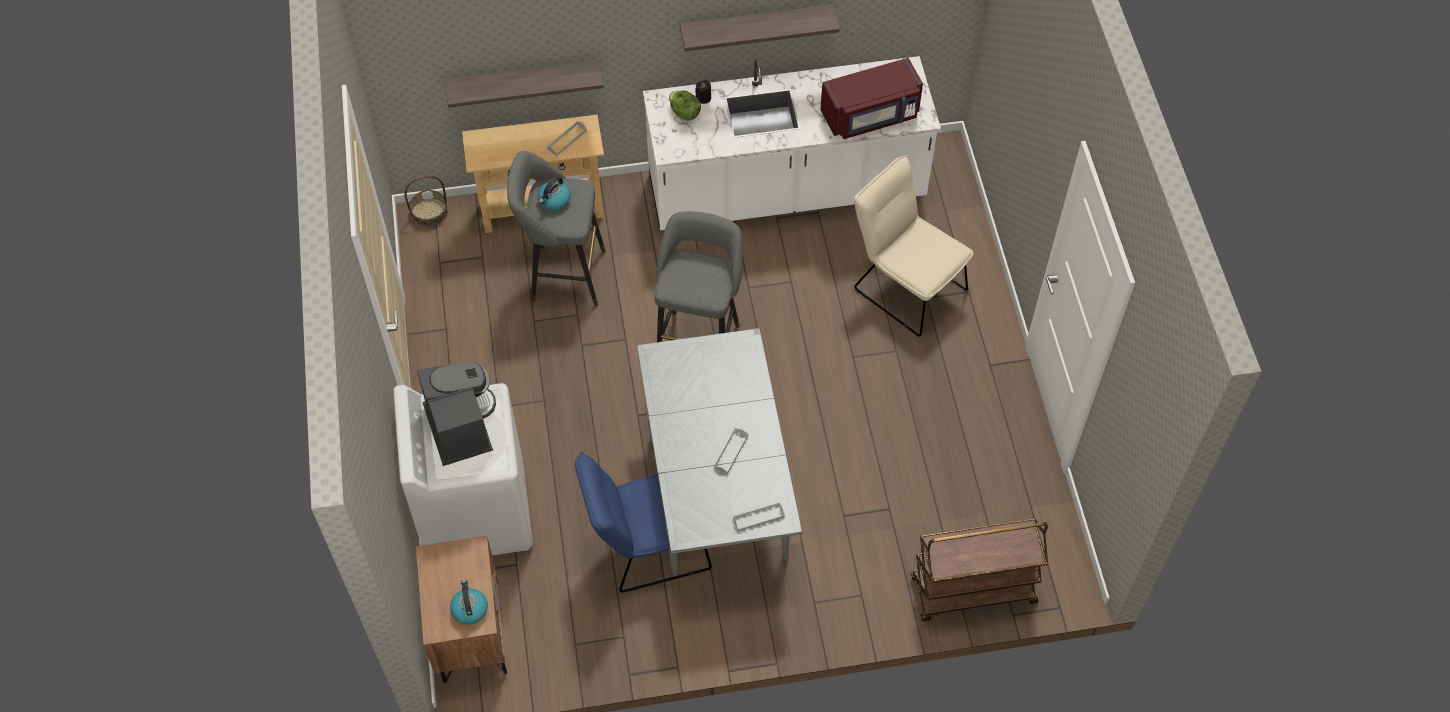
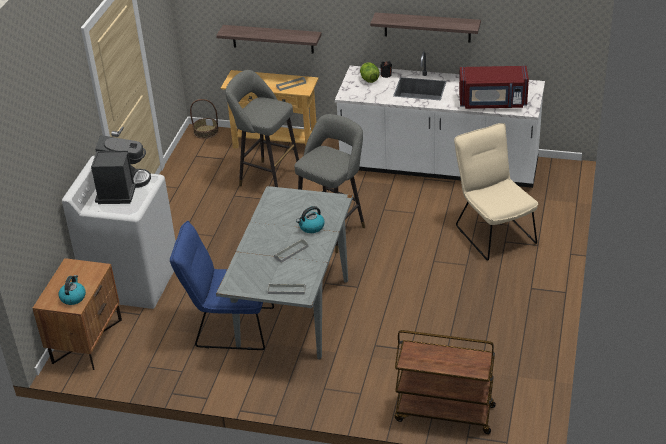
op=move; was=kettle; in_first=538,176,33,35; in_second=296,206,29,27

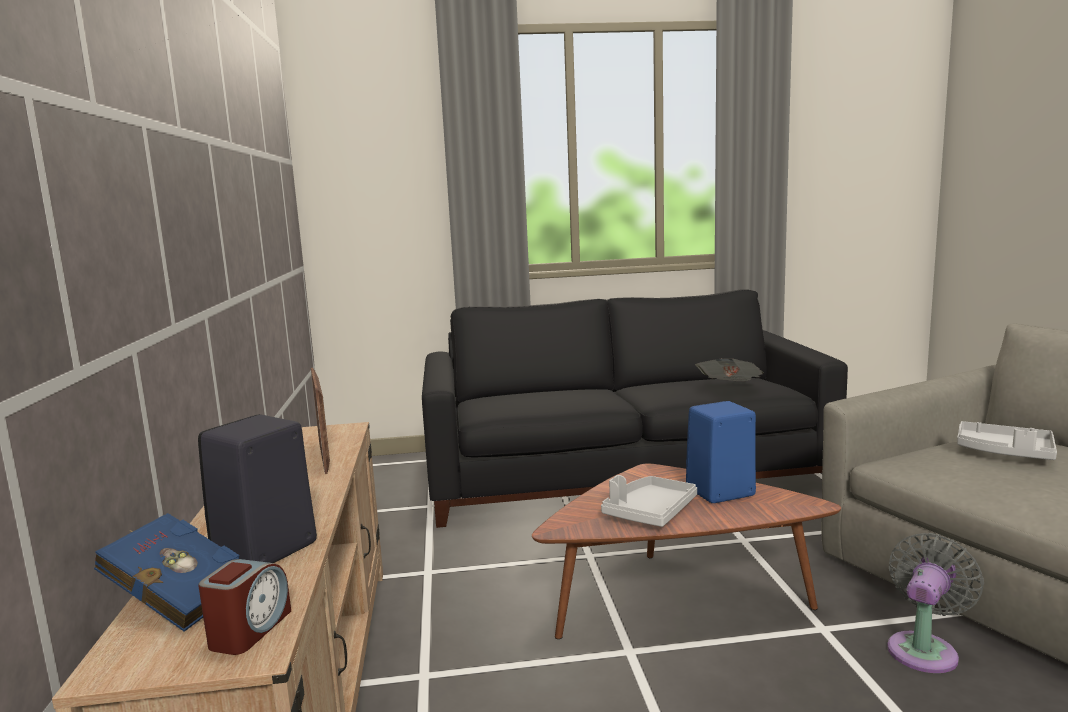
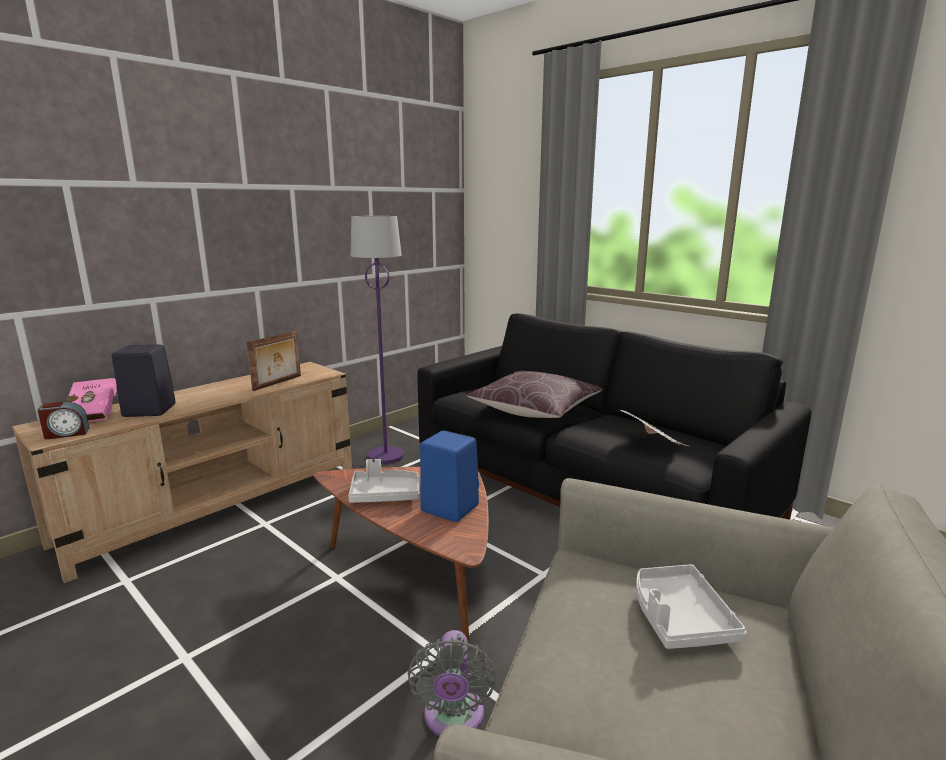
op=recolor; was=blue book; now=pink book; in_first=94,513,145,119; in_second=66,378,51,44
op=insert; now=purple floor lamp; in_second=351,216,53,248
op=rotate; was=grey fan; in_first=887,533,97,140; in_second=408,630,88,106; clockwise=90
op=insert; now=brown pillow; in_second=467,371,135,47

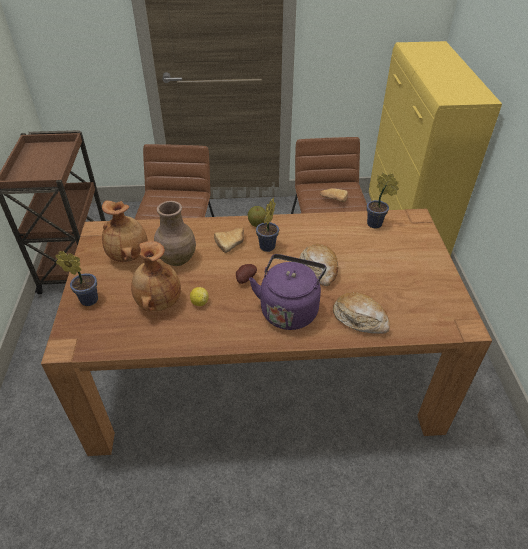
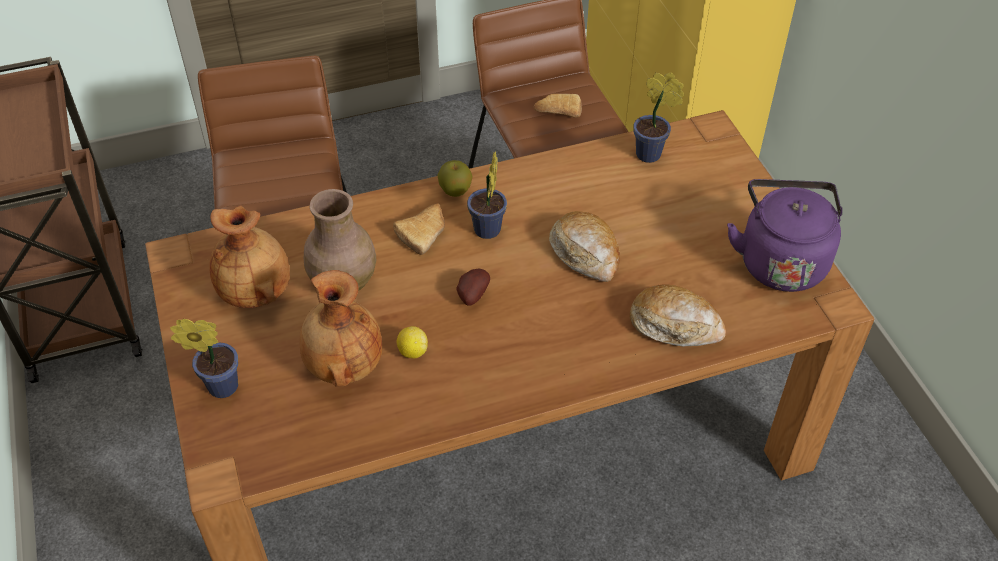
op=move; was=purple kettle; in_first=249,254,77,76; in_second=727,179,115,113

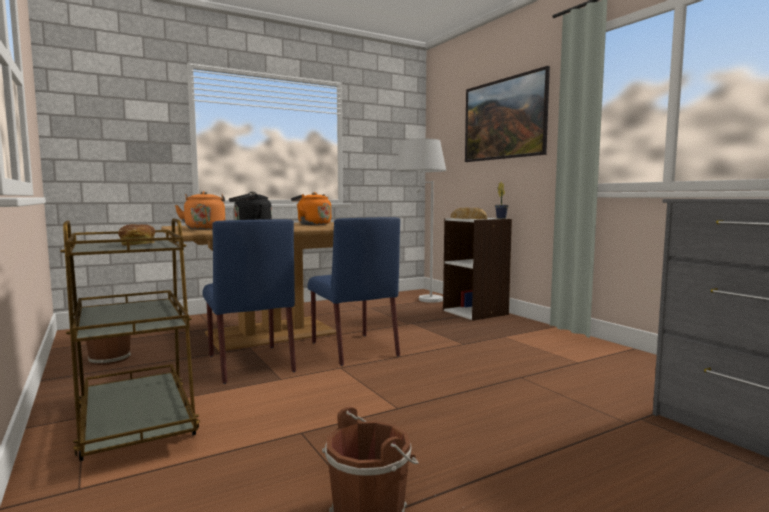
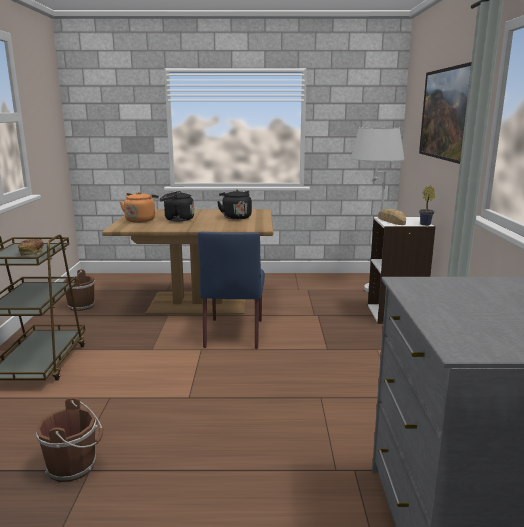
op=recolor; was=orange kettle; now=black kettle; in_first=291,192,40,33; in_second=217,190,35,30
op=delete; was=blue chair; in_first=202,219,94,165

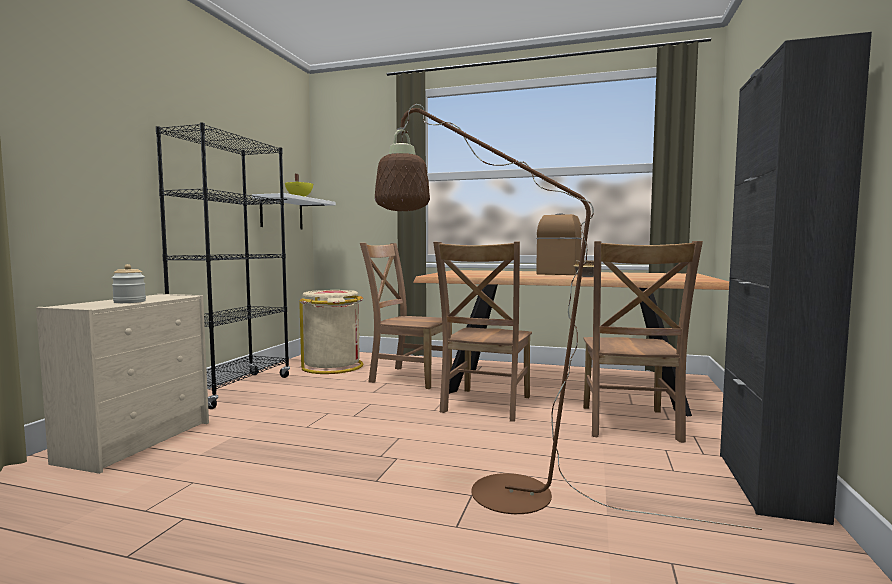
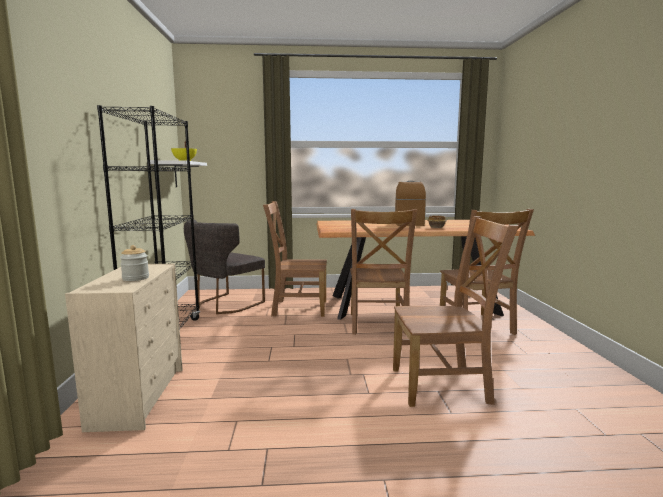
op=replace; was=beige trash can; now=grey chair; in_first=300,290,63,84; in_second=184,220,81,94
op=replace; was=brown floor lamp; now=brown chair; in_first=375,104,387,426; in_second=393,216,125,191
op=delete; was=black cabinet; in_first=720,32,152,493

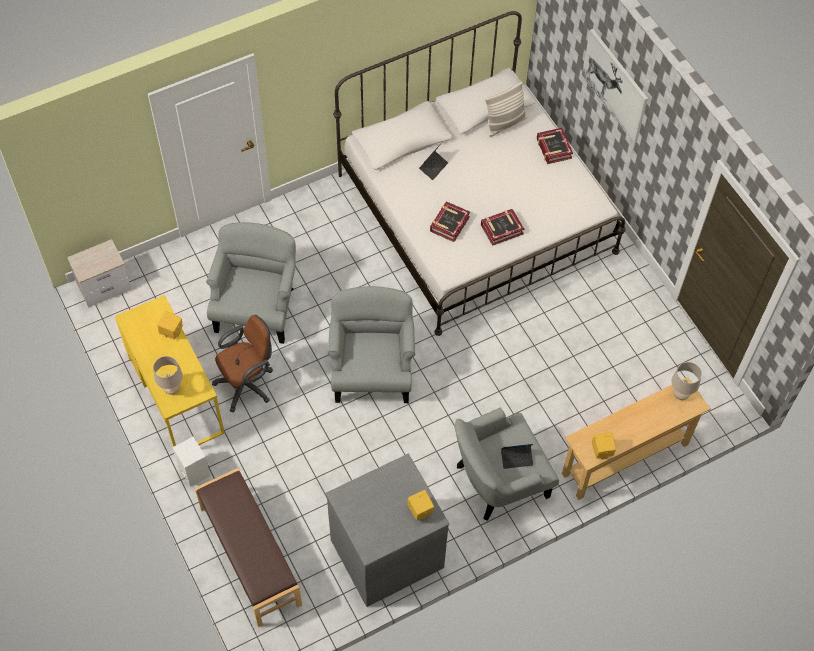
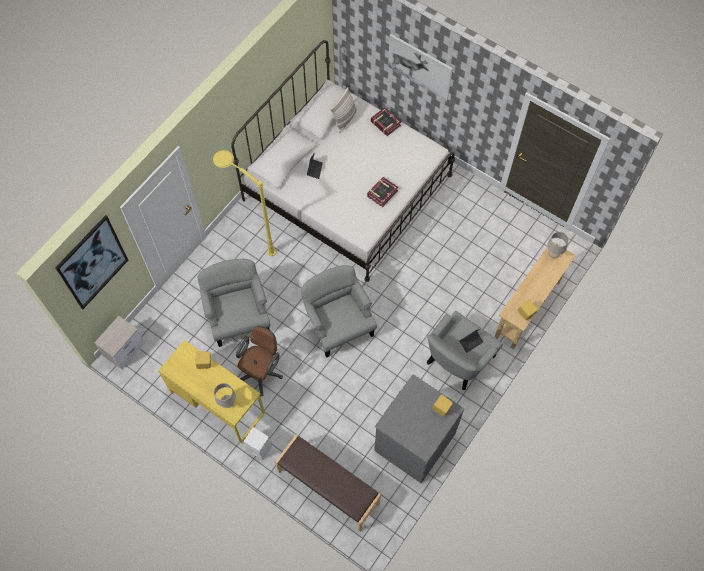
op=insert; now=picture; in_second=55,215,73,94
op=insert; now=yellow floor lamp; in_second=213,150,63,106
op=delete; was=book; in_first=430,201,40,41

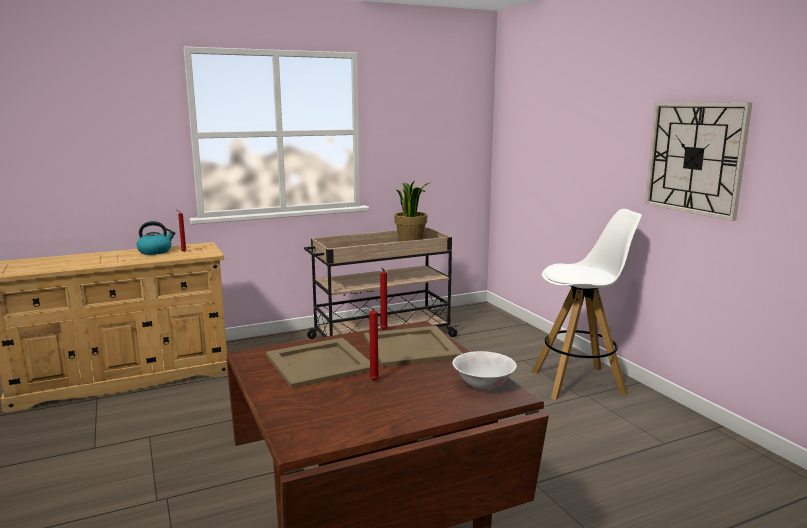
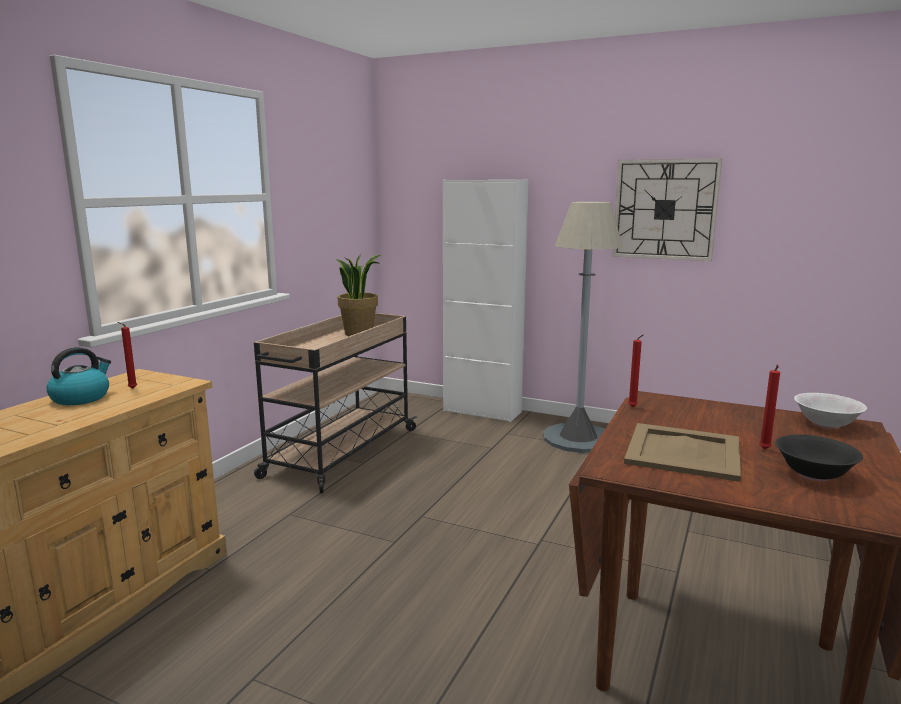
op=insert; now=white cabinet; in_second=443,180,86,242
op=replace; was=white stool; now=grey floor lamp; in_first=531,209,111,191; in_second=543,202,80,251
op=insert; now=black bowl; in_second=775,434,88,47
op=delete; was=beige tray; in_first=364,326,99,41

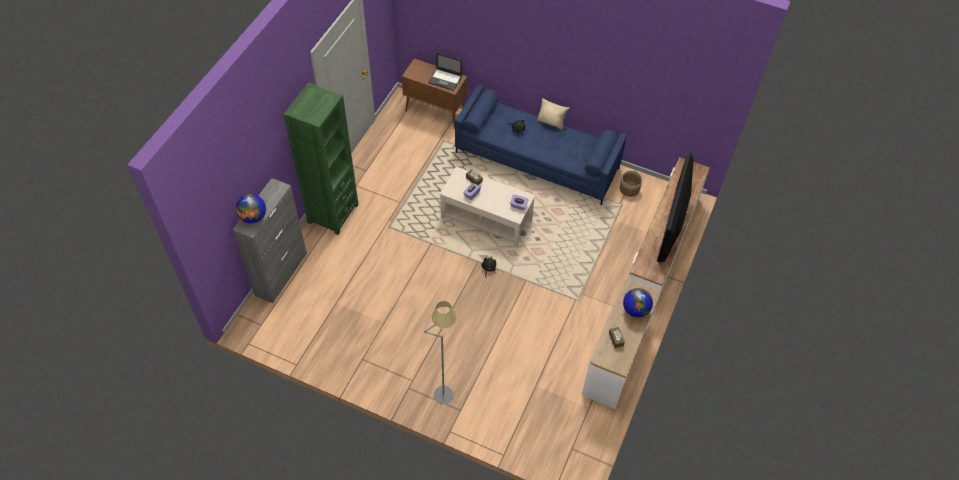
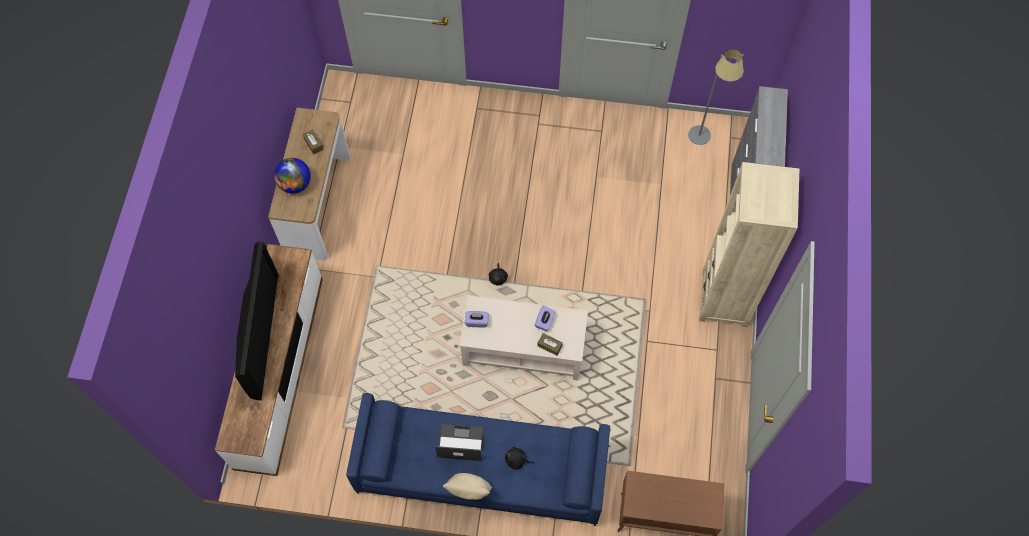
op=move; was=laptop; in_first=428,52,34,39; in_second=435,423,49,38
op=move; was=grey floor lamp; in_first=424,301,32,103; in_second=688,49,56,96
op=recolor; was=green bookcase; now=beige bookcase; in_first=283,83,76,152; in_second=699,162,100,165
op=delete; was=globe; in_first=236,194,30,29
op=delete; was=planter; in_first=620,171,22,26

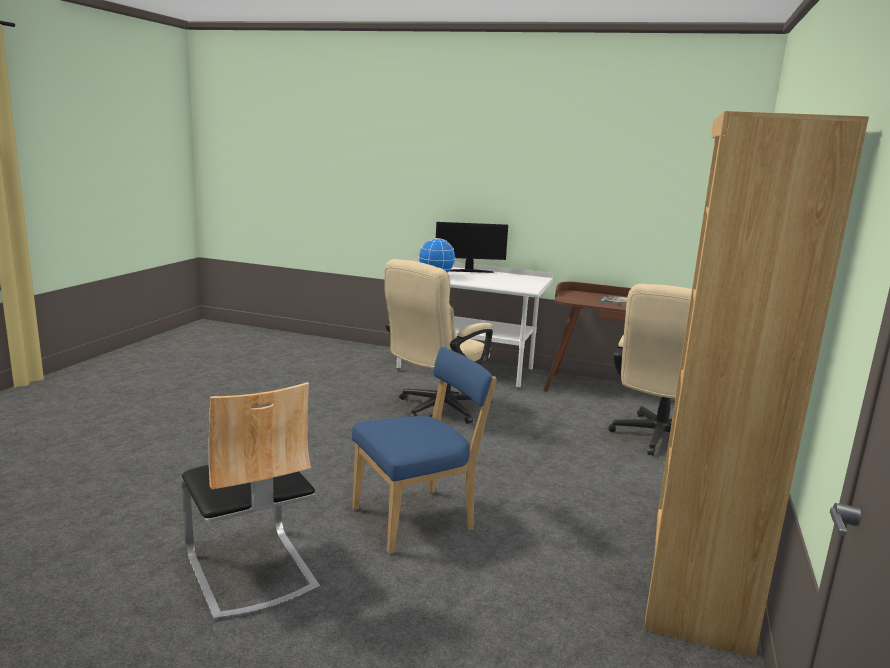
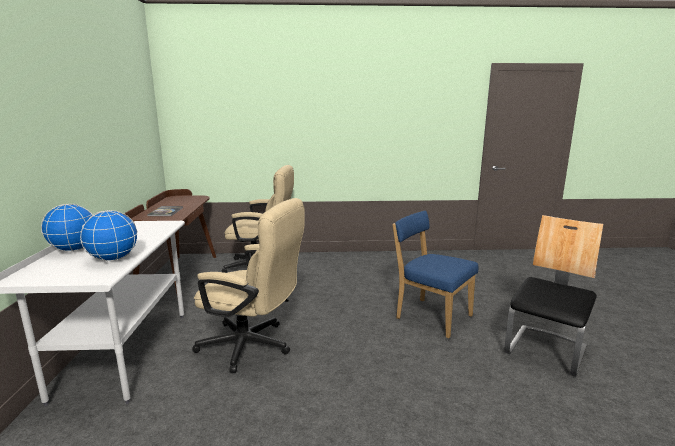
op=replace; was=monitor; now=globe; in_first=436,222,72,51; in_second=41,204,52,47
op=delete; was=brown bookcase; in_first=644,111,225,547

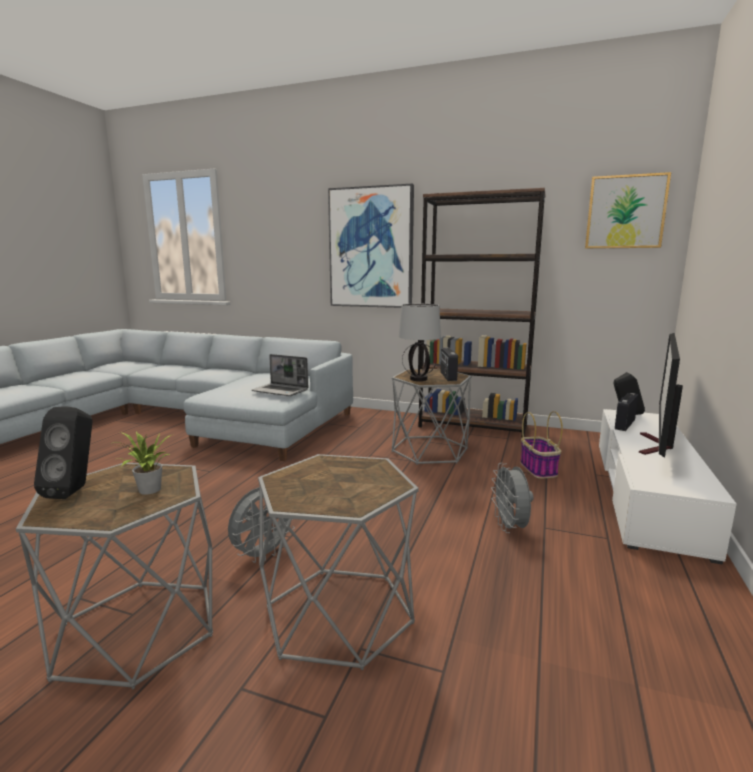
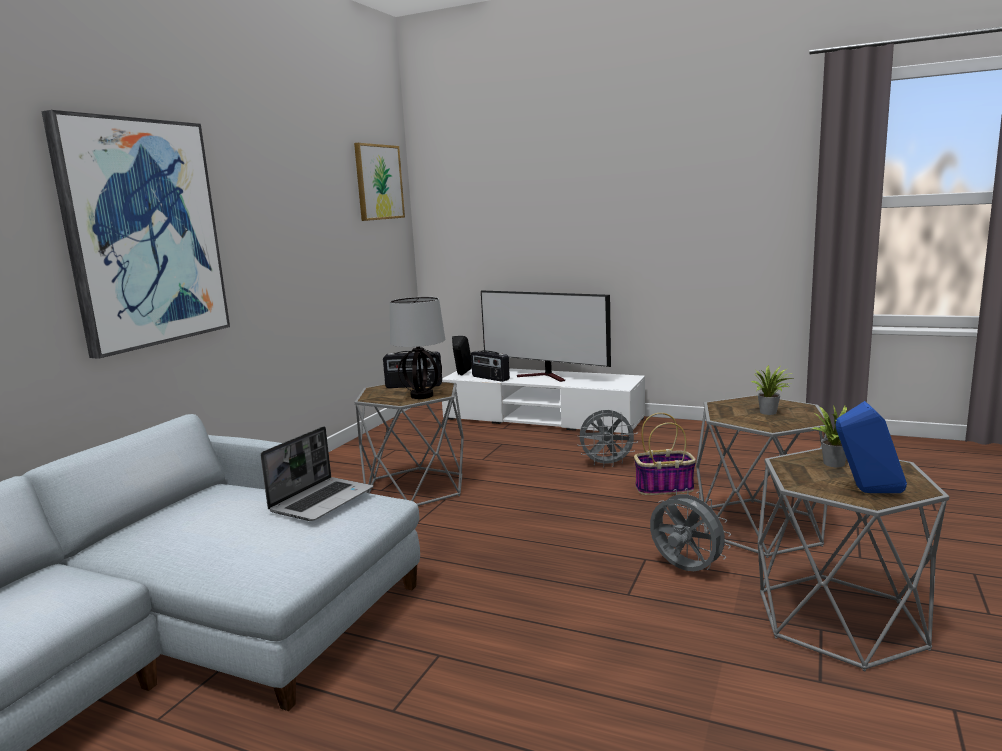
op=move; was=basket; in_first=520,411,43,68; in_second=634,413,62,82
op=insert; now=potted plant; in_second=751,365,43,50
op=recolor; was=black speaker; now=blue speaker; in_first=34,407,58,92; in_second=836,401,71,92
op=delete; was=brown bookcase; in_first=419,188,127,250

